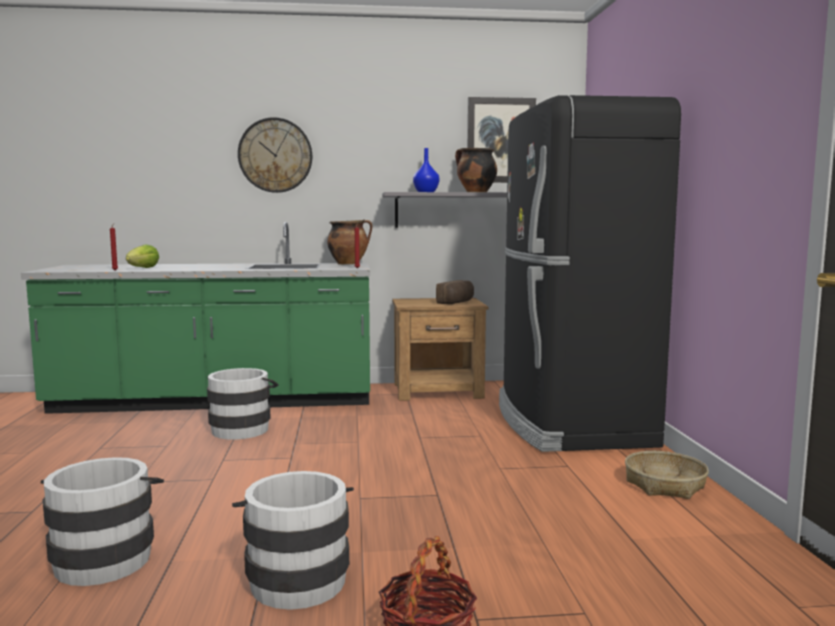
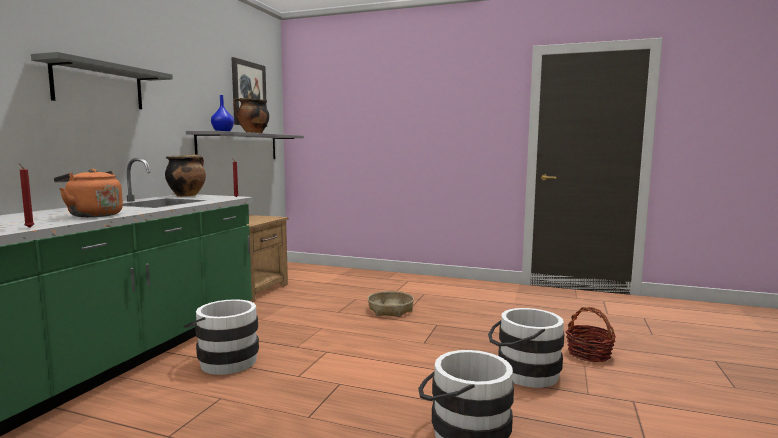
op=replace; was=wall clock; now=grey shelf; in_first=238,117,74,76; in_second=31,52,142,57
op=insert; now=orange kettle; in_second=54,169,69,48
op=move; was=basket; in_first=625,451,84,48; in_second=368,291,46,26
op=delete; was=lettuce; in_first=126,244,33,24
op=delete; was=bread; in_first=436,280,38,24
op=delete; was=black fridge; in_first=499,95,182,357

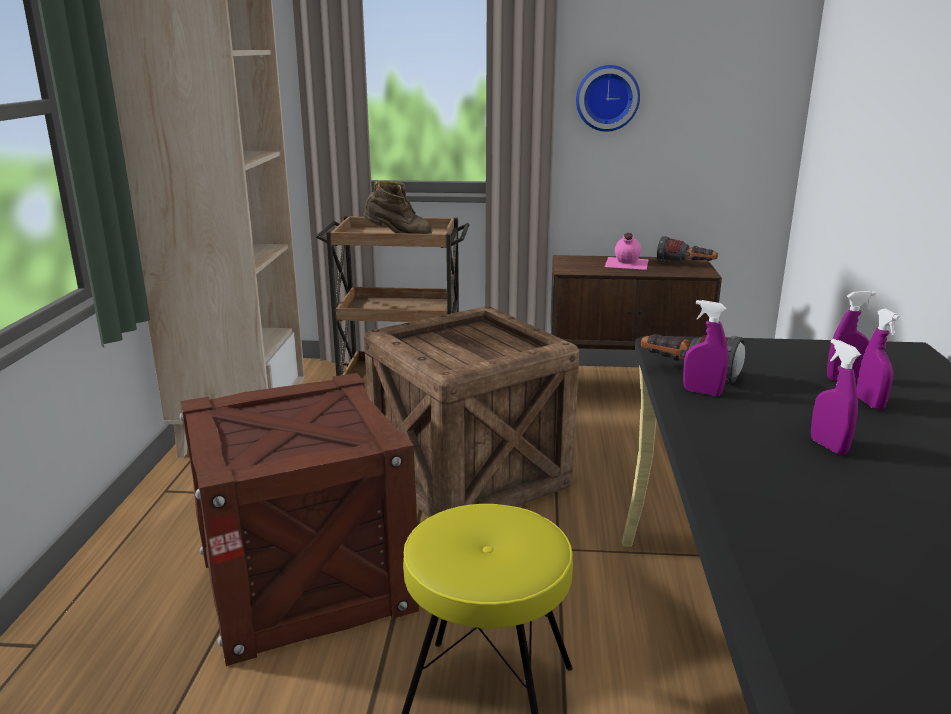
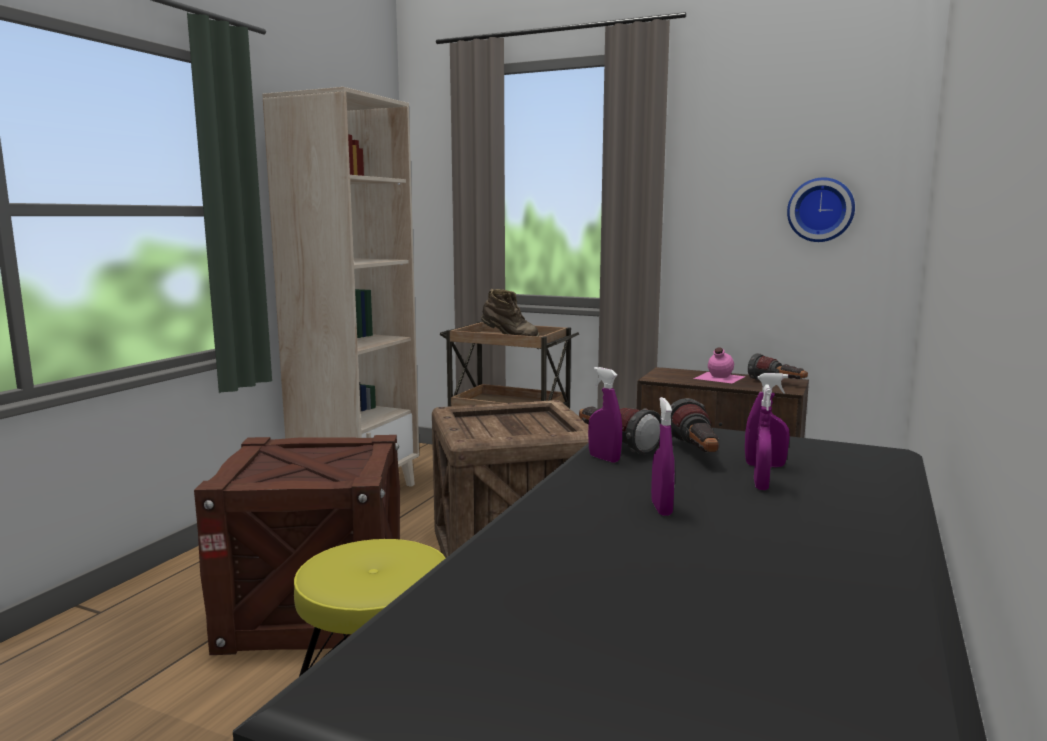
op=insert; now=flashlight; in_second=671,398,48,54
op=move; was=wall clock; in_first=576,65,64,67; in_second=787,177,68,65

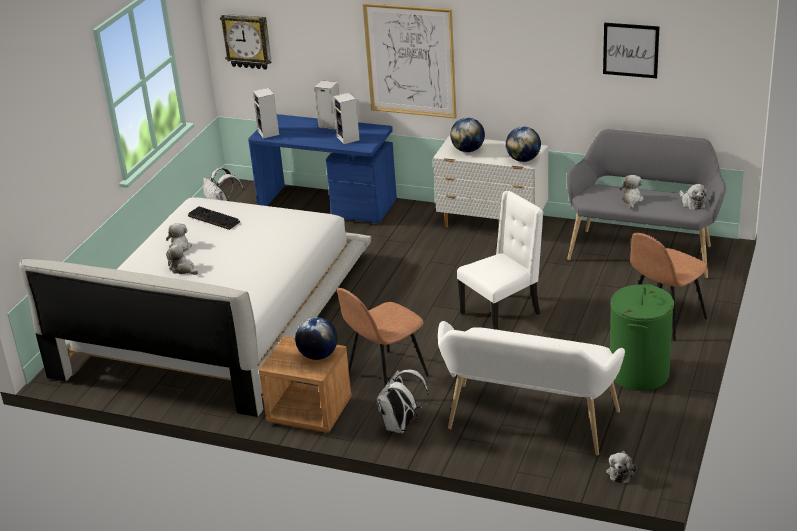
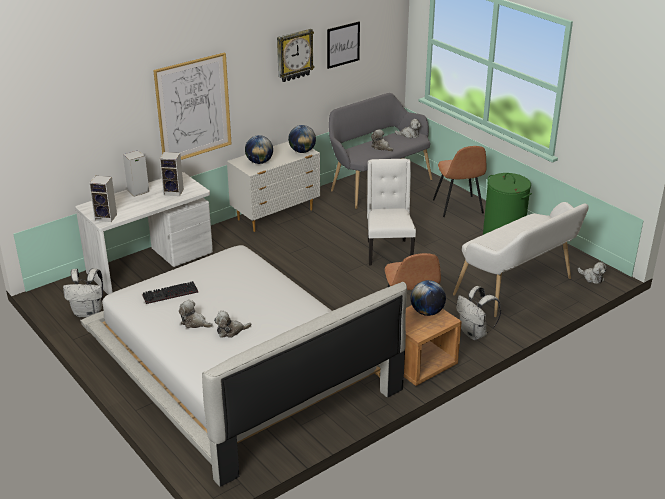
op=recolor; was=blue desk; now=white desk; in_first=248,114,149,109; in_second=75,172,138,122
op=move; was=wall clock; in_first=220,14,52,56; in_second=277,29,37,53

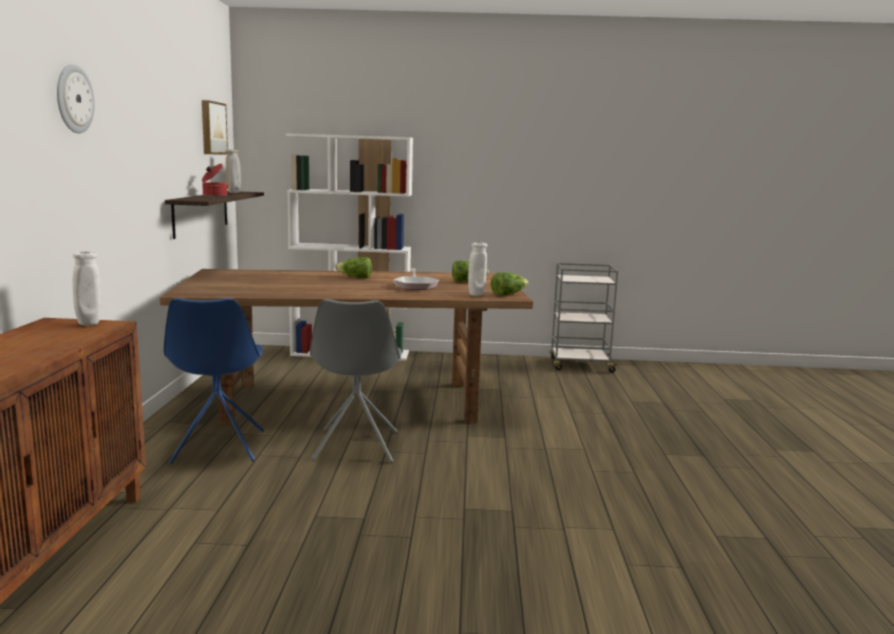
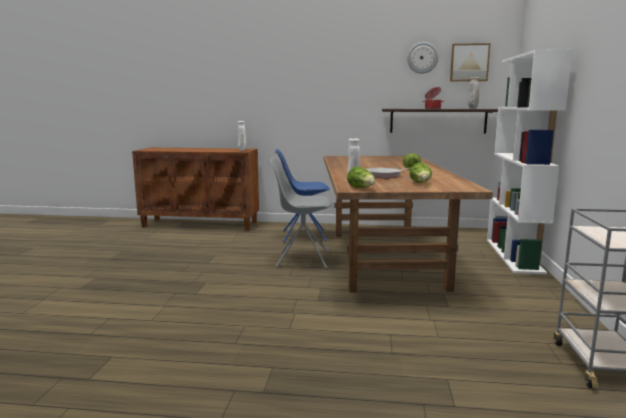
op=move; was=wall clock; in_first=57,64,38,69; in_second=407,42,31,32

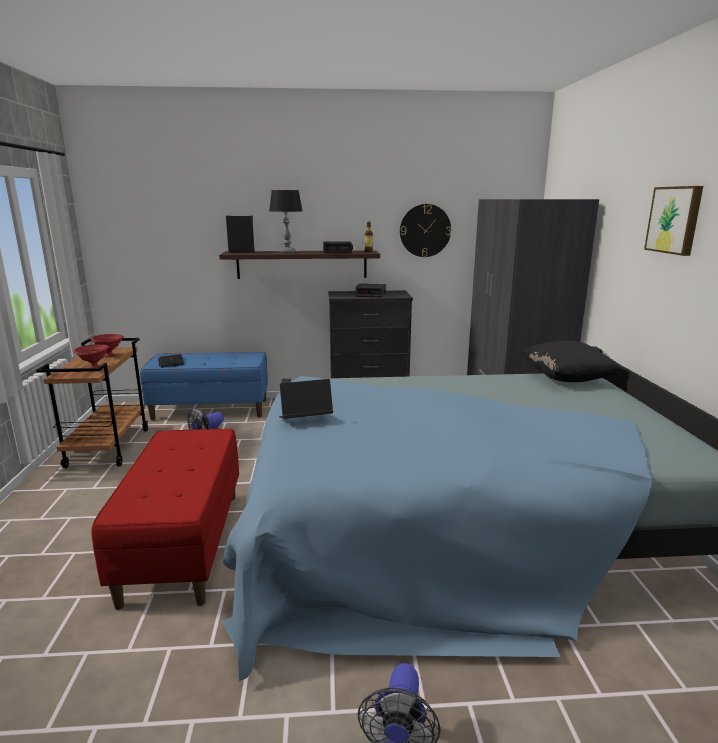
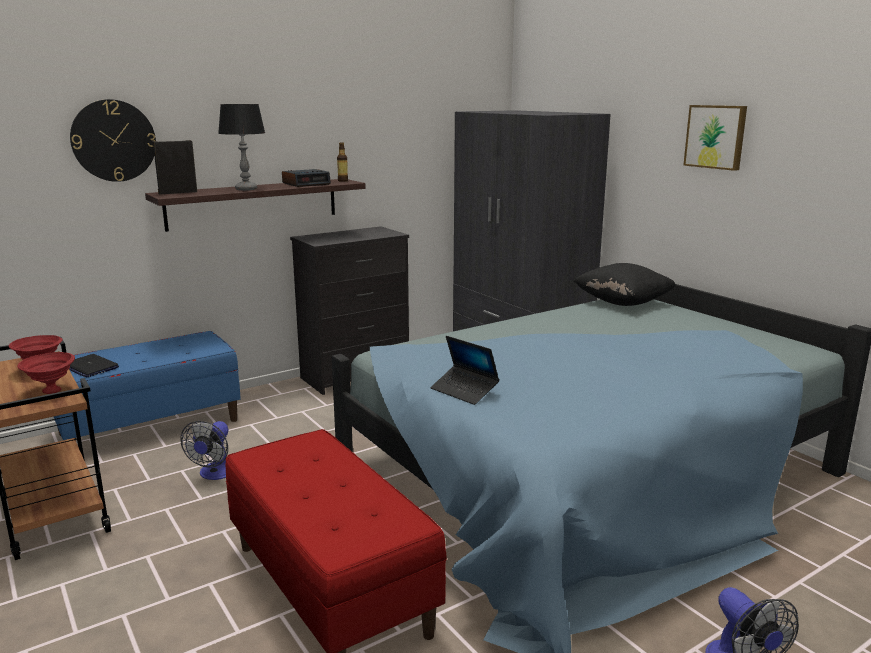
op=move; was=wall clock; in_first=400,204,51,53; in_second=70,99,86,83
op=rotate; was=laptop; in_first=279,379,54,40; in_second=431,336,68,69; clockwise=-90
op=delete; was=alarm clock; in_first=355,283,31,14

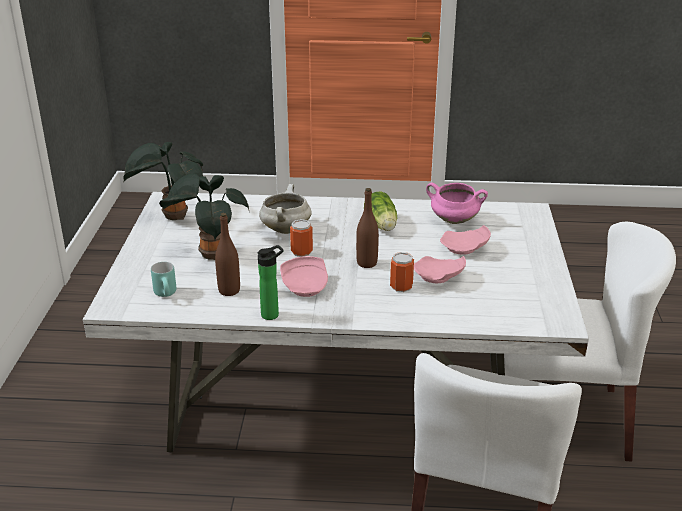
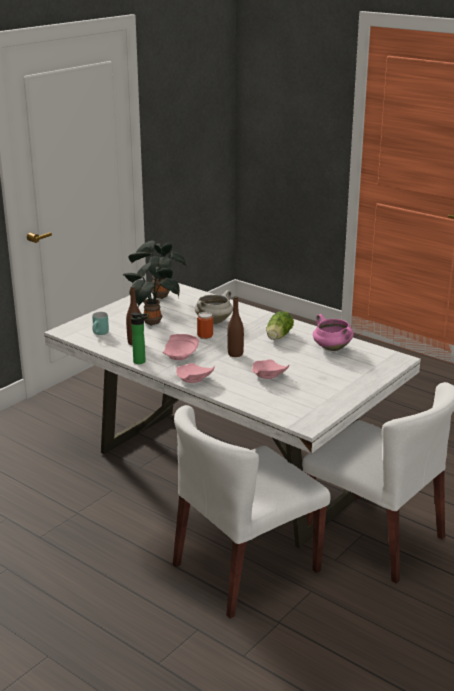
op=move; was=pink plate; in_first=440,225,51,29; in_second=176,363,39,20
op=delete; was=can; in_first=390,252,24,40

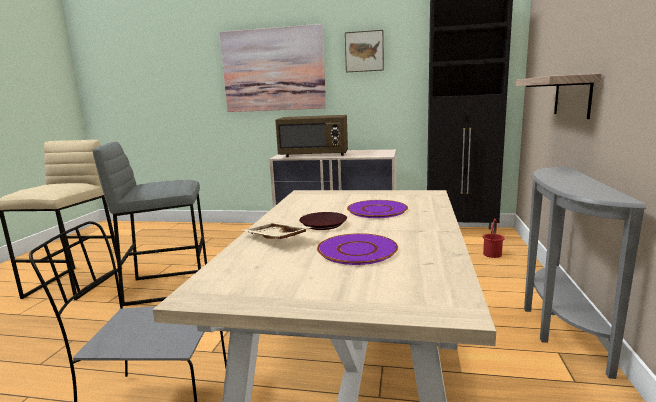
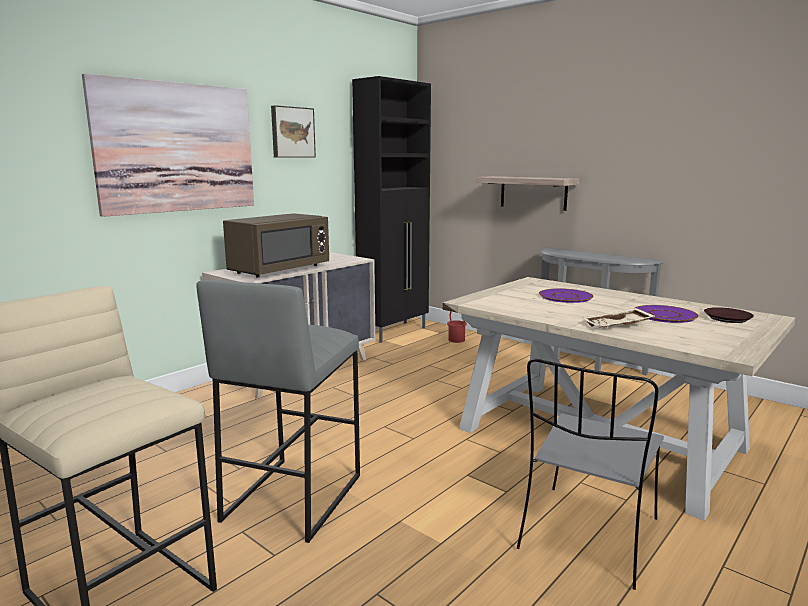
op=move; was=brown plate; in_first=299,212,48,18; in_second=704,307,50,16

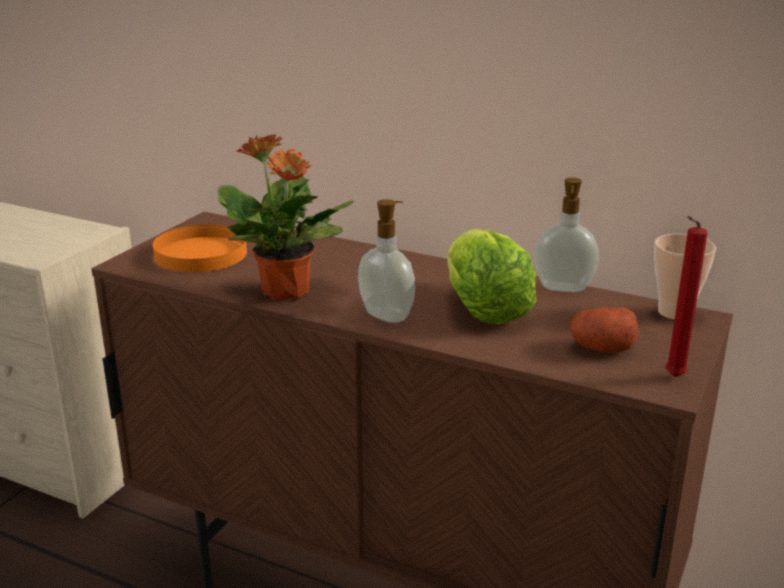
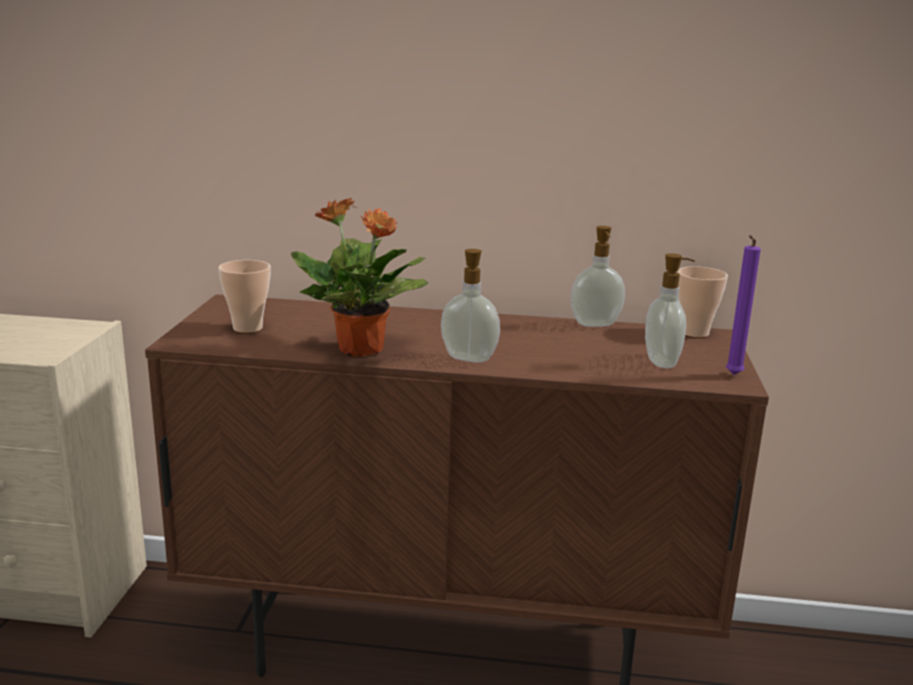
op=replace; was=orange plate; now=cup; in_first=153,224,94,49; in_second=218,260,53,73
op=replace; was=potato; now=soap dispenser; in_first=570,307,68,46; in_second=645,253,50,115
op=recolor; was=red candle; now=purple candle; in_first=665,216,43,161; in_second=726,235,35,140
op=delete; was=lettuce; in_first=447,229,90,95

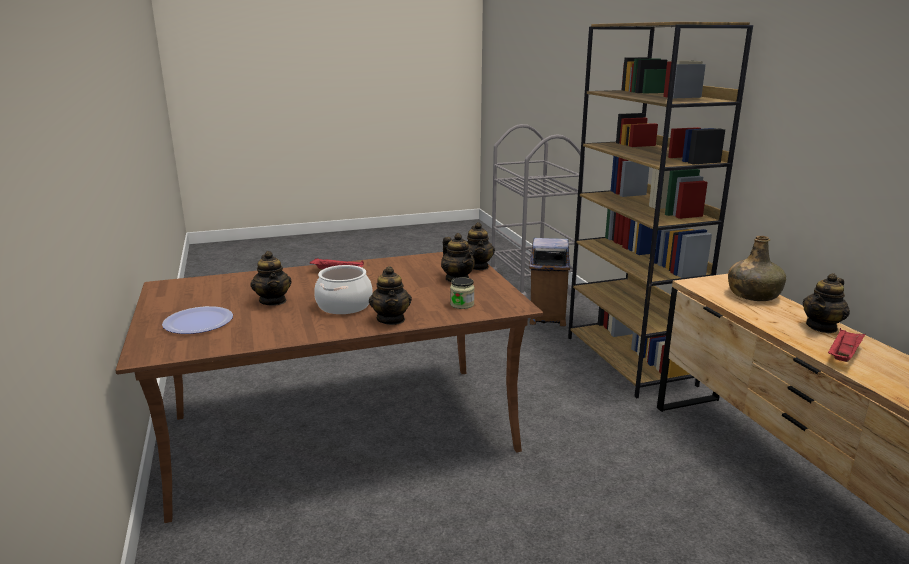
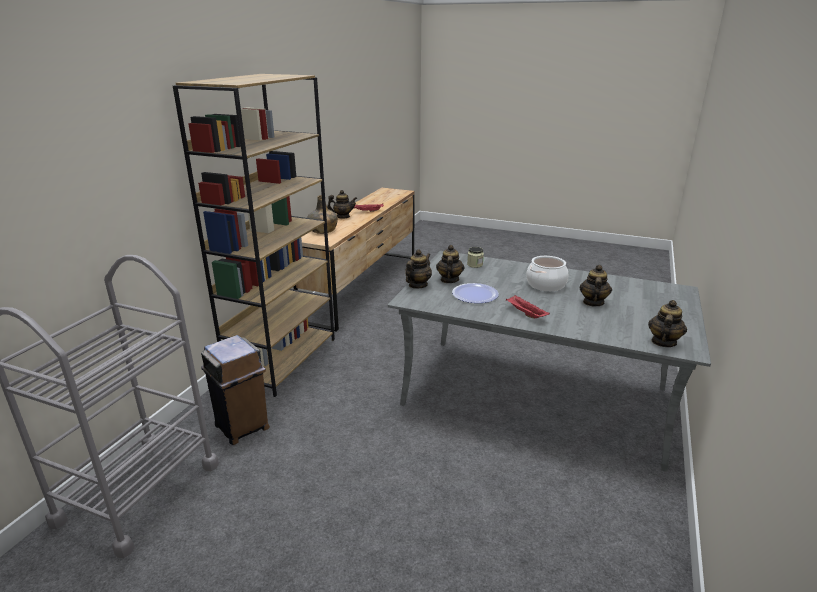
op=recolor; was=brown dining table; now=grey dining table; in_first=115,252,428,271; in_second=387,251,324,221
op=move; was=plate; in_first=162,306,71,28; in_second=452,283,47,20
op=move; was=teapot; in_first=369,266,43,59; in_second=648,300,39,47

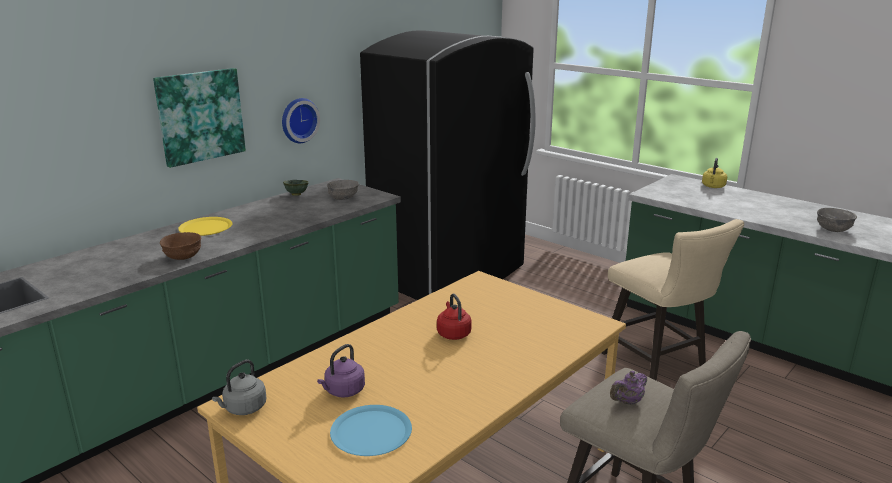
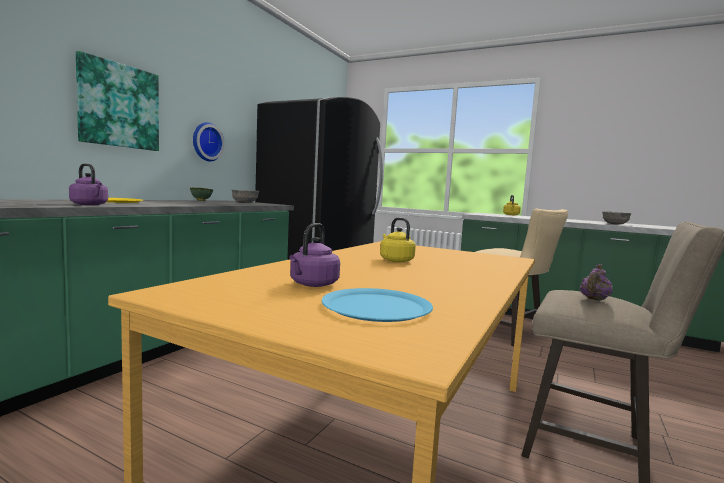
op=replace; was=brown bowl; now=purple kettle; in_first=160,232,41,28; in_second=69,163,39,42
op=recolor; was=red kettle; now=yellow kettle; in_first=437,294,35,46; in_second=380,218,36,44
op=delete; was=grey kettle; in_first=212,359,55,56

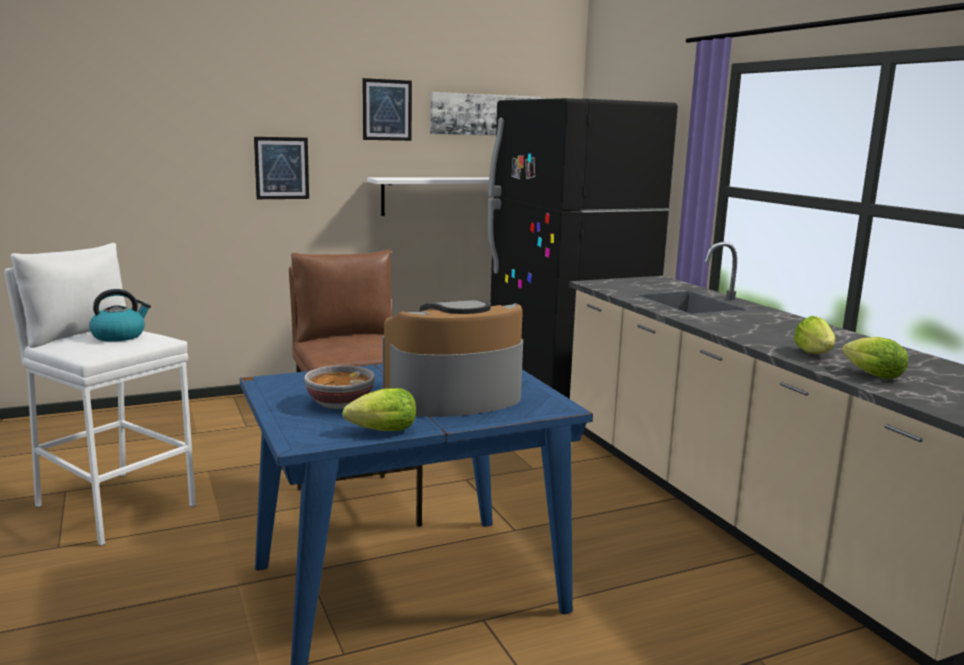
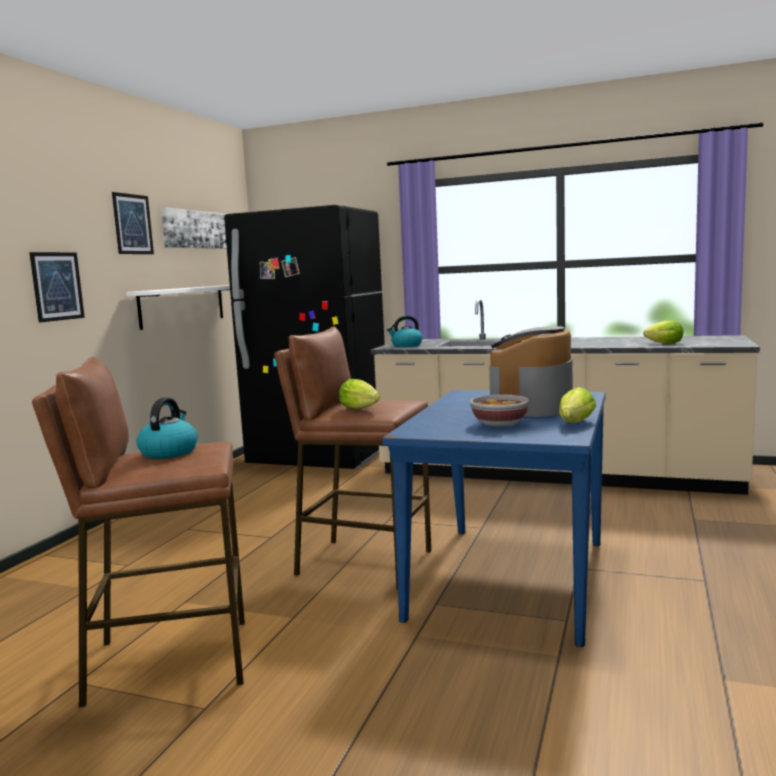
op=recolor; was=white stool; now=brown stool; in_first=4,243,192,303; in_second=32,357,213,350
op=move; was=lettuce; in_first=794,316,41,38; in_second=339,379,41,31
op=insert; now=kettle; in_second=387,316,35,31

